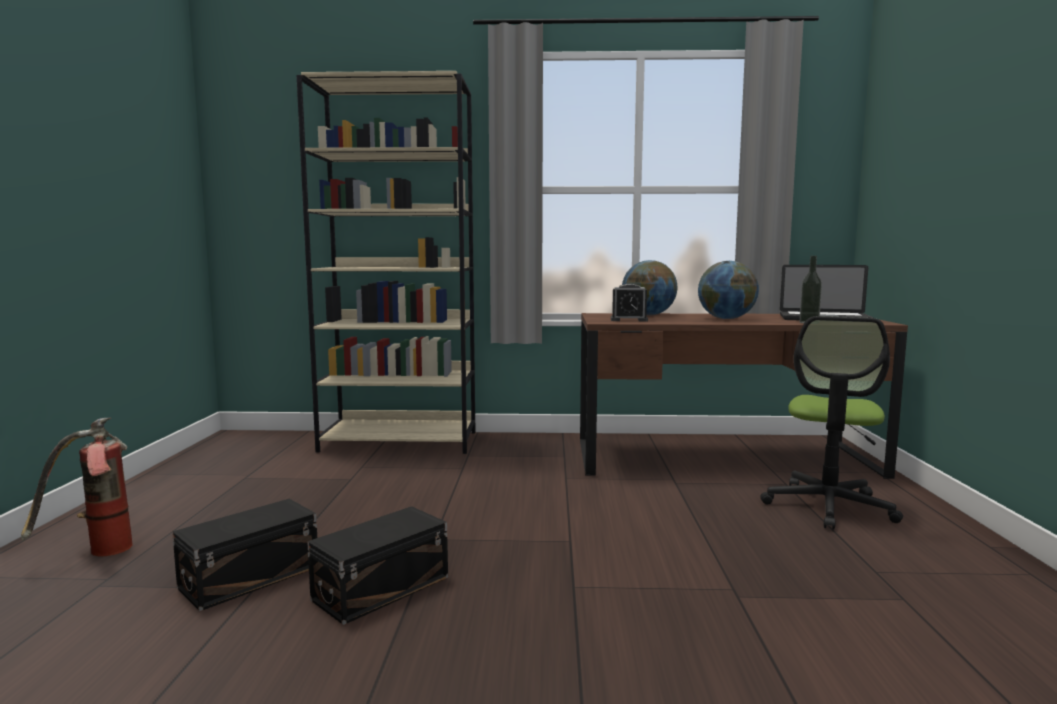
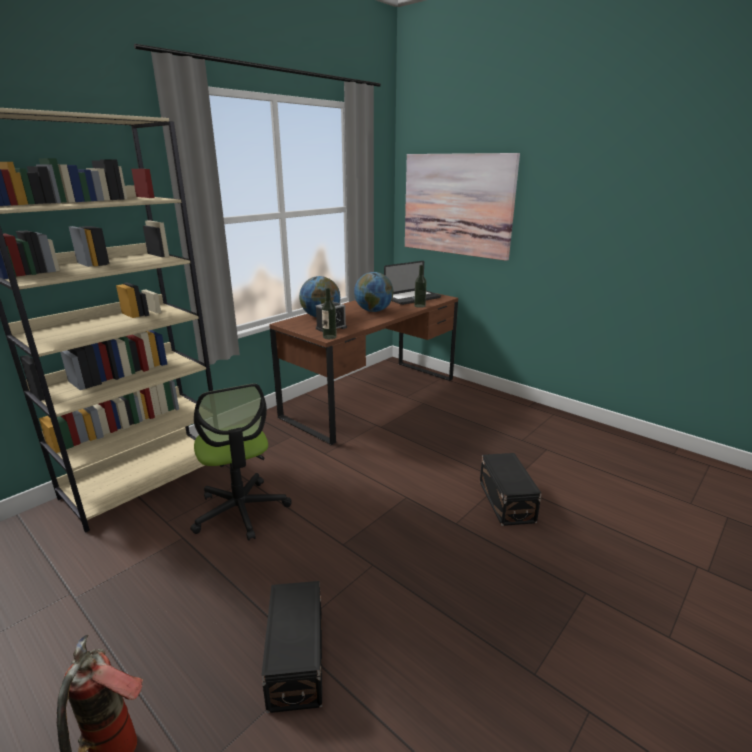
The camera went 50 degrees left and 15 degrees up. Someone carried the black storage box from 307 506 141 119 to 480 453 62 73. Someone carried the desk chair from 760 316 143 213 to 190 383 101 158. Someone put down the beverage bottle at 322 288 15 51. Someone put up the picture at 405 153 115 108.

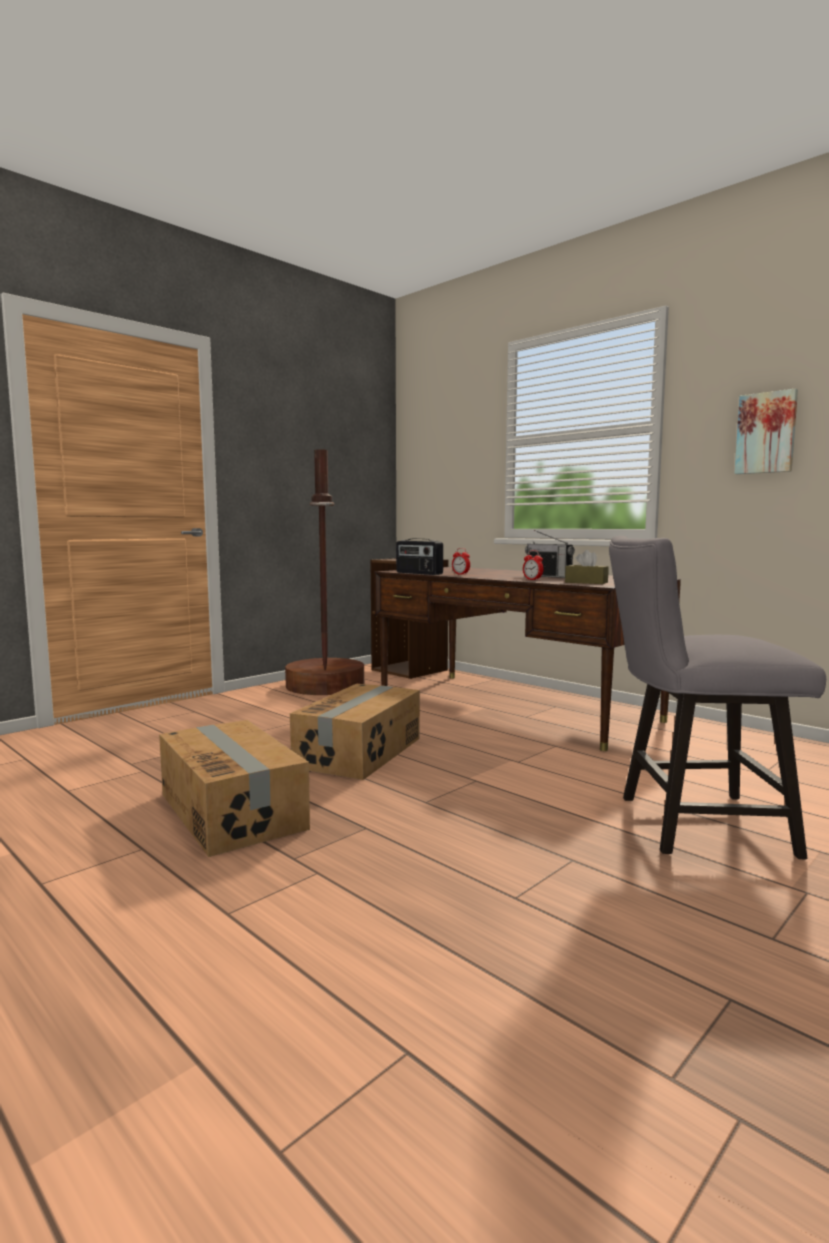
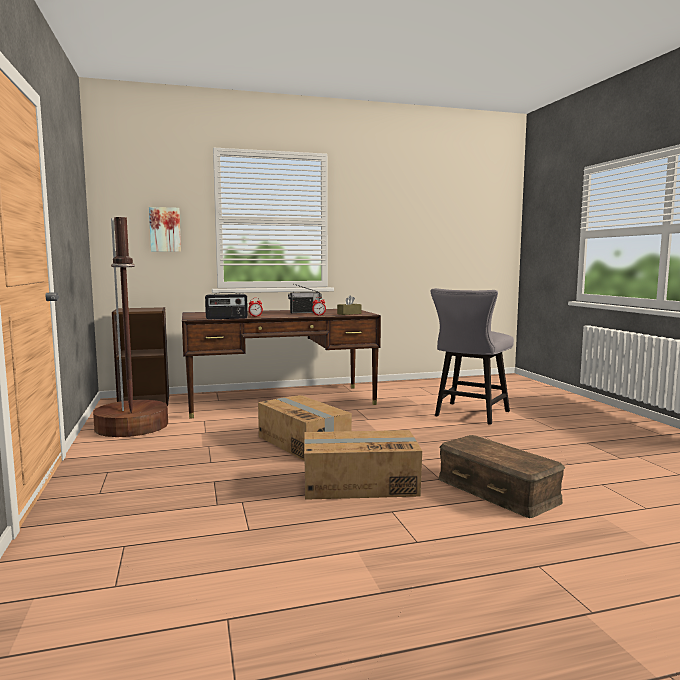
The camera went 60 degrees left and 0 degrees up. Someone carried the picture from 734 388 64 86 to 149 207 32 45. Someone put down the brownish storage box at 439 435 126 83.

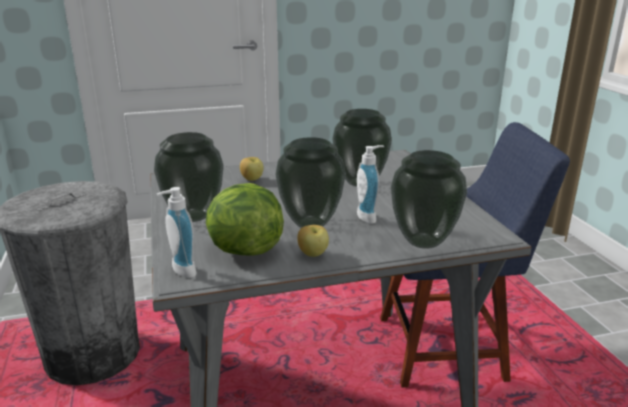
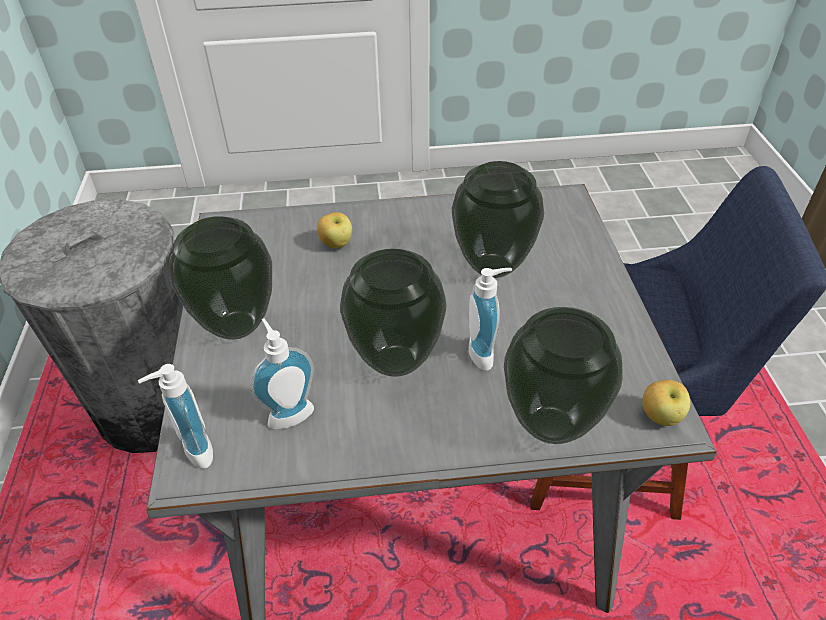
The camera went 10 degrees right and 20 degrees up. Someone swapped the head of lettuce at 206 183 78 73 for the soap dispenser at 250 318 64 112. Someone carried the apple from 297 225 32 32 to 643 380 47 46.

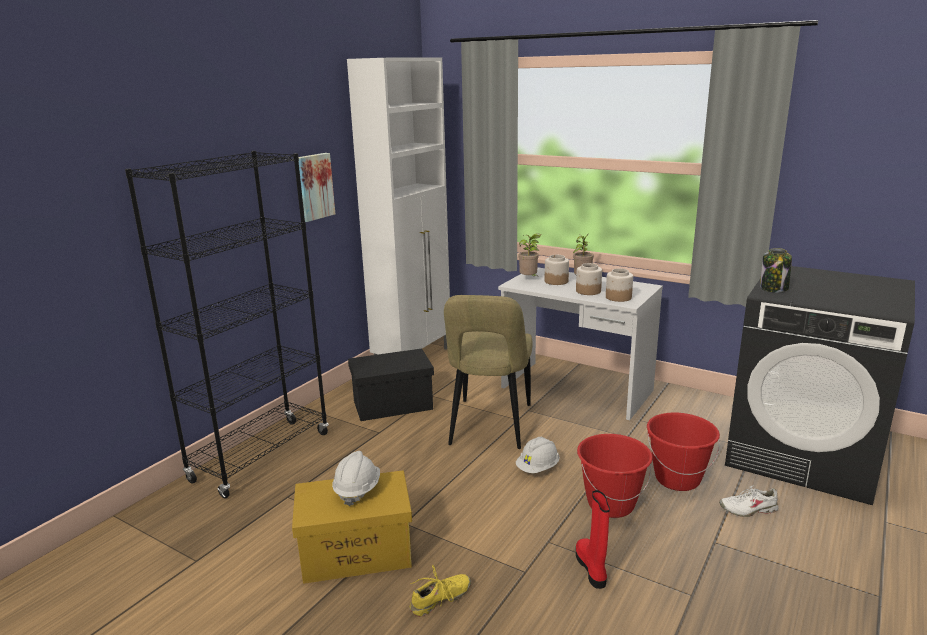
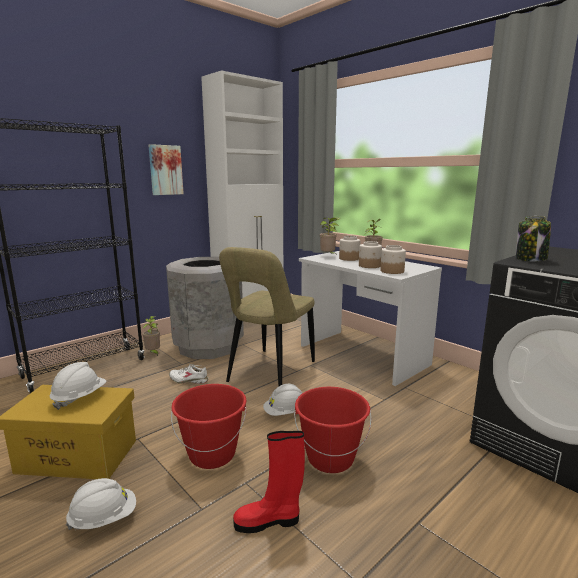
The camera went 15 degrees right and 5 degrees down. Someone swapped the black storage box at 348 349 86 72 for the grey trash can at 166 257 78 102. Someone swapped the yellow item of footwear at 410 565 61 52 for the white hard hat at 66 478 70 52. Someone rotated the red-coloured tall boot at 576 490 34 99 by 105 degrees counterclockwise. Someone carried the red-coloured bucket from 647 413 73 78 to 171 384 76 85. Someone carried the white item of footwear from 719 486 60 31 to 169 364 39 20. Someone put down the houseplant at 142 316 18 40.

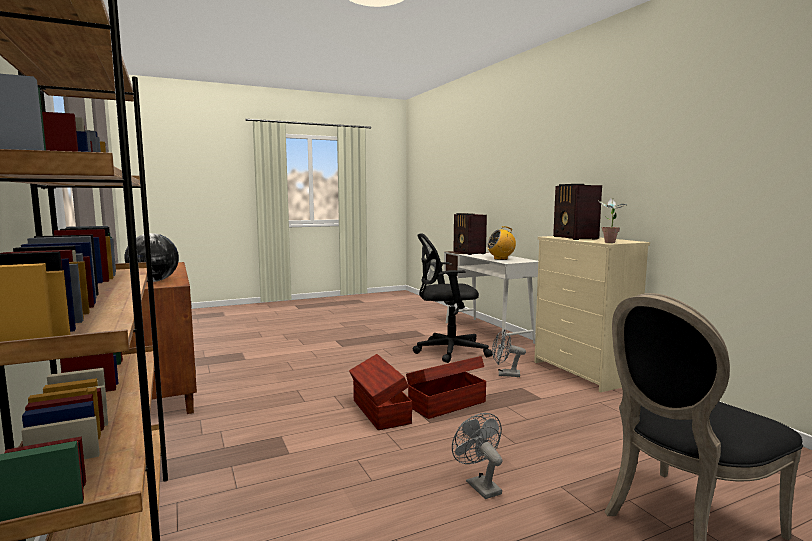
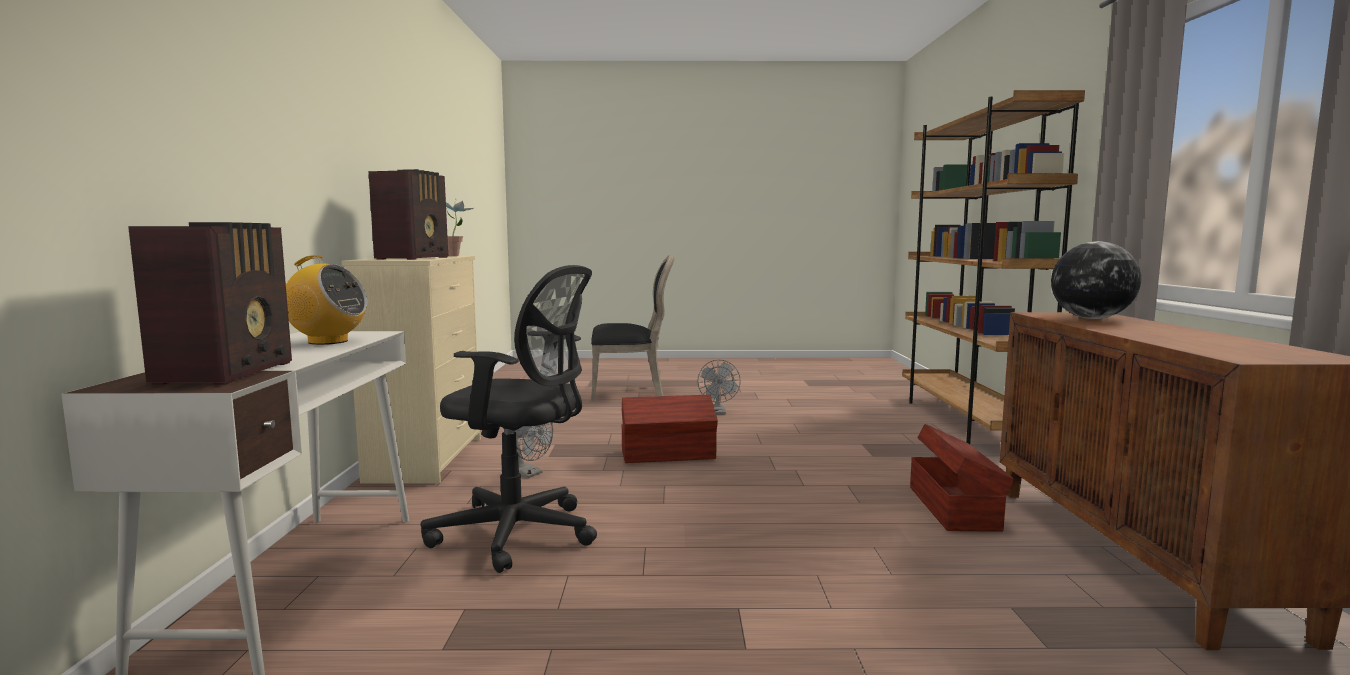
The camera went 155 degrees left and 0 degrees up. Someone carried the brownish storage box from 349 354 63 76 to 910 424 105 108.

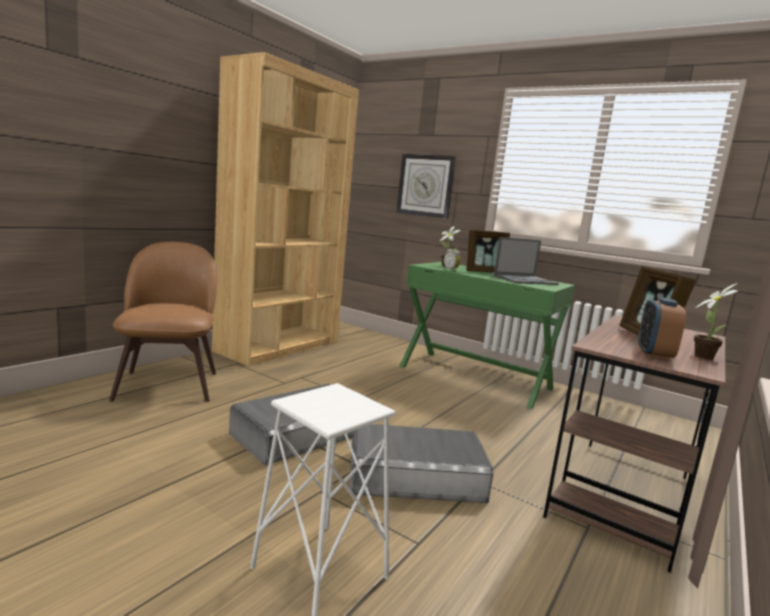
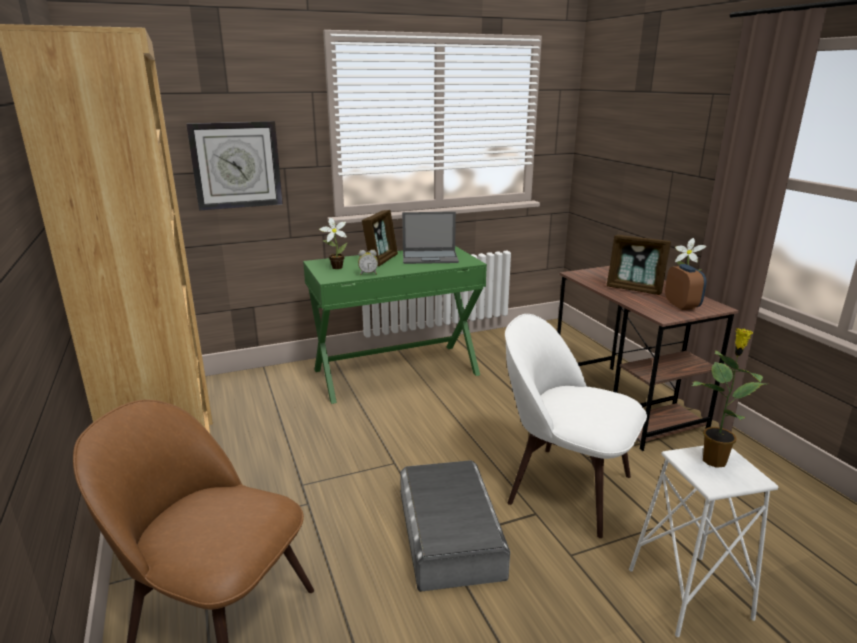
The camera went 55 degrees left and 10 degrees up. Someone swapped the grey storage box at 350 424 143 79 for the white plain chair at 505 314 142 224. Someone rotated the portable computer at 494 237 65 48 by 75 degrees clockwise. Someone rotated the alarm clock at 638 297 48 64 by 150 degrees counterclockwise. Someone put down the houseplant at 692 328 74 140.

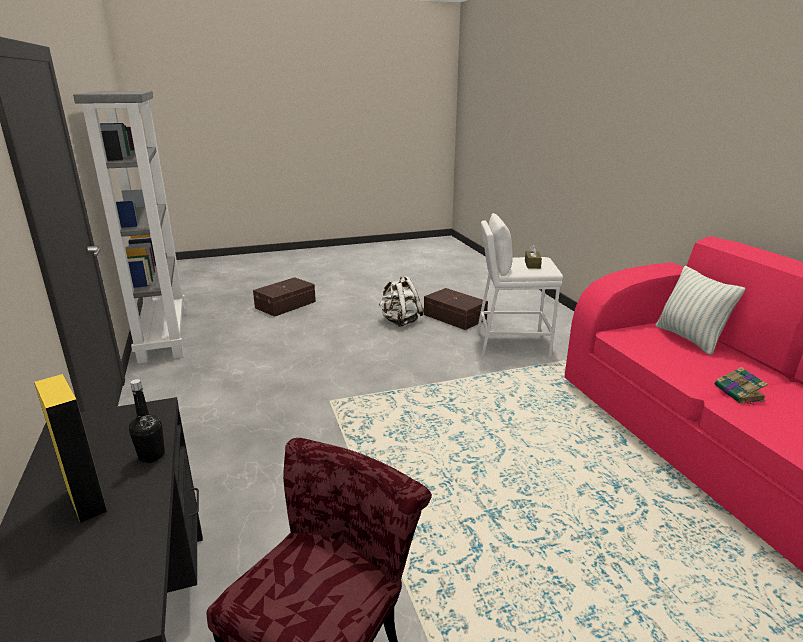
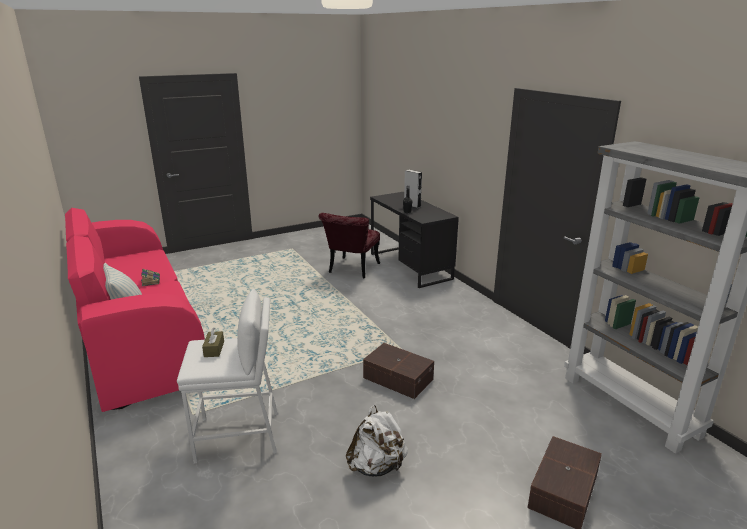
The camera went 170 degrees right and 0 degrees up. Someone repainted the yellow speaker at 34 374 74 150, which became the grey speaker at 404 170 18 38. Someone carried the brownish storage box from 424 288 64 42 to 363 343 71 56.

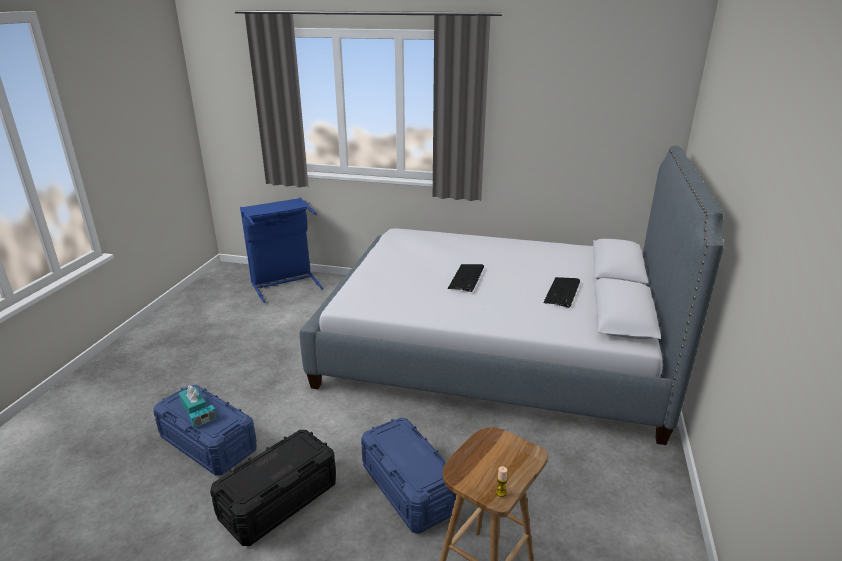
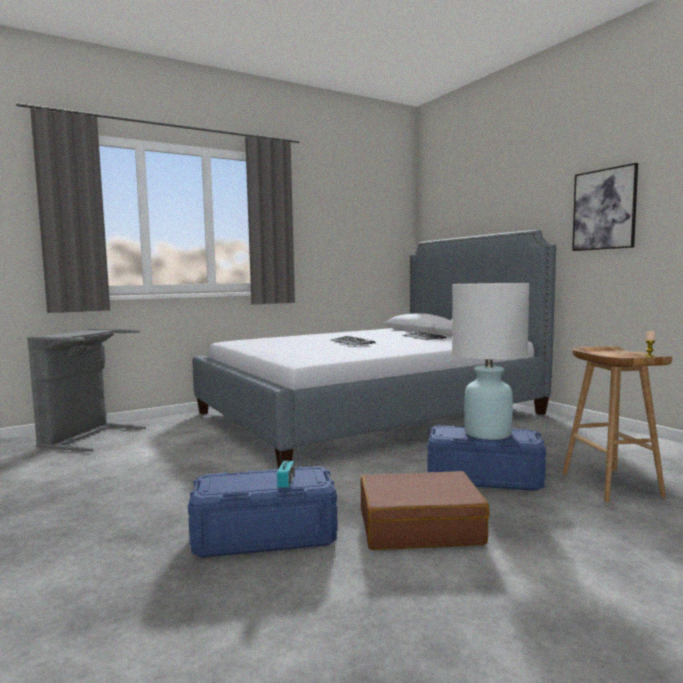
The camera went 45 degrees left and 20 degrees down. Someone took away the blue-green tissue box at 179 385 28 32. Someone swapped the black storage box at 210 430 126 116 for the brownish suitcase at 361 471 129 79. Someone repainted the blue laundry basket at 240 198 83 105, which became the grey laundry basket at 27 329 119 122. Someone put down the white lamp for a table at 452 283 78 157. Someone put up the picture at 572 163 66 88.

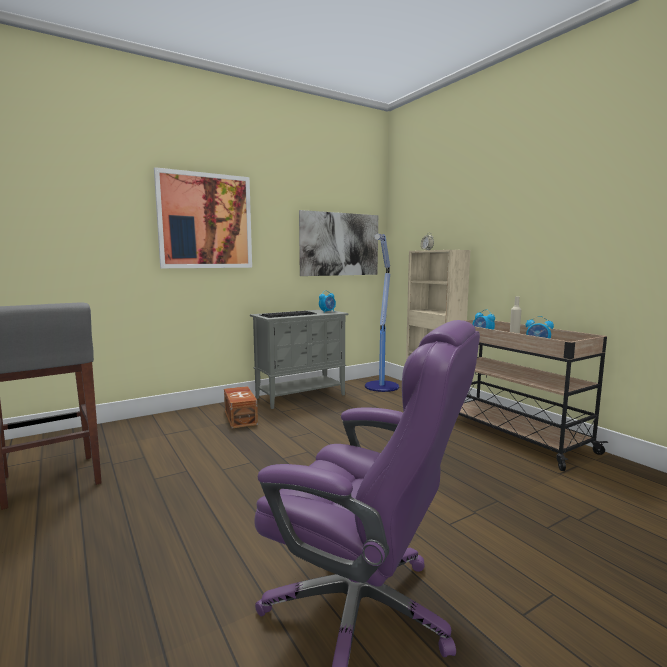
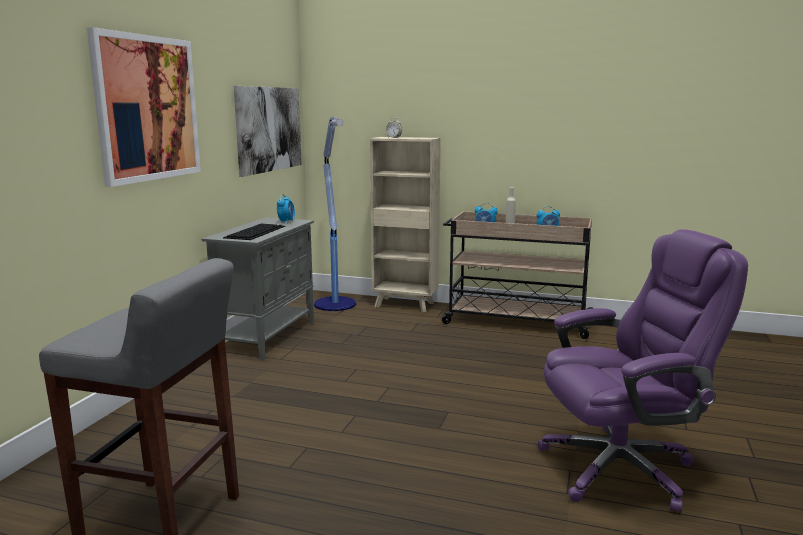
The camera went 40 degrees left and 5 degrees up. Someone took away the brownish storage box at 224 386 34 42.

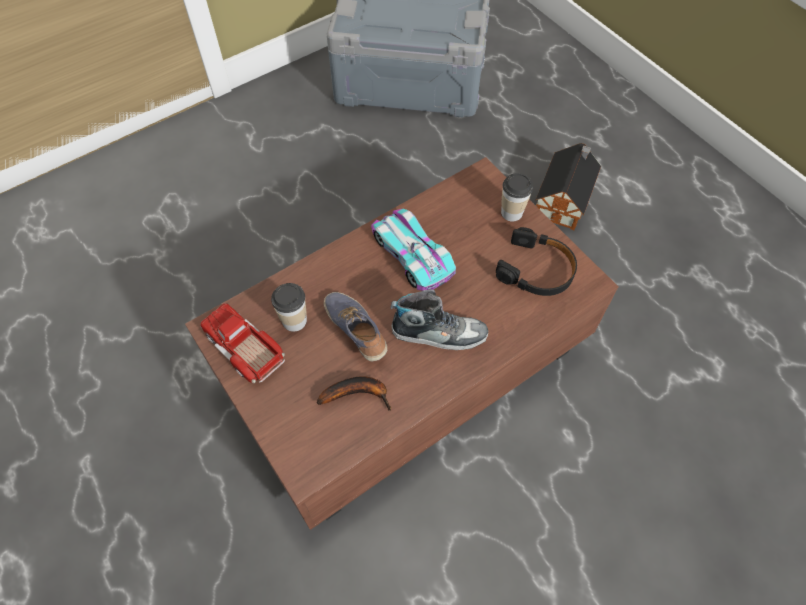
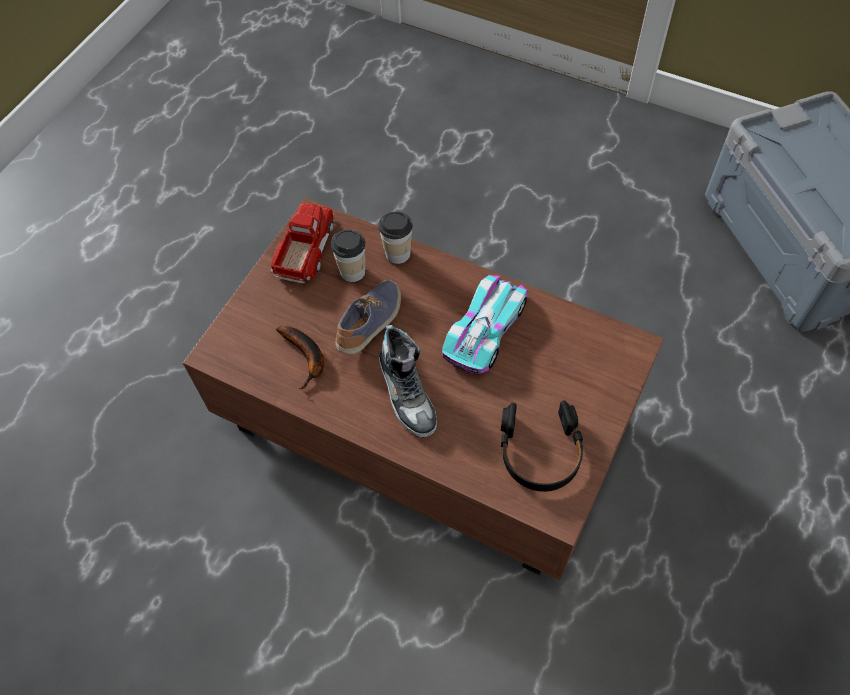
The camera went 65 degrees right and 0 degrees up. Someone carried the drinking cup from 501 173 32 48 to 379 211 34 53. Someone took away the toy house at 535 143 66 87.

